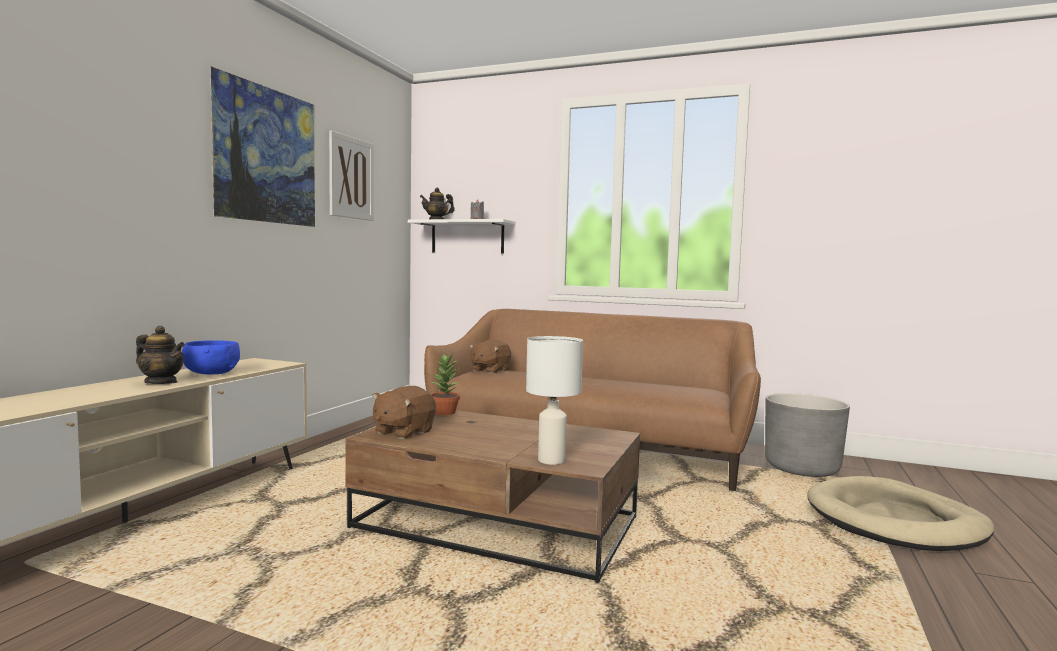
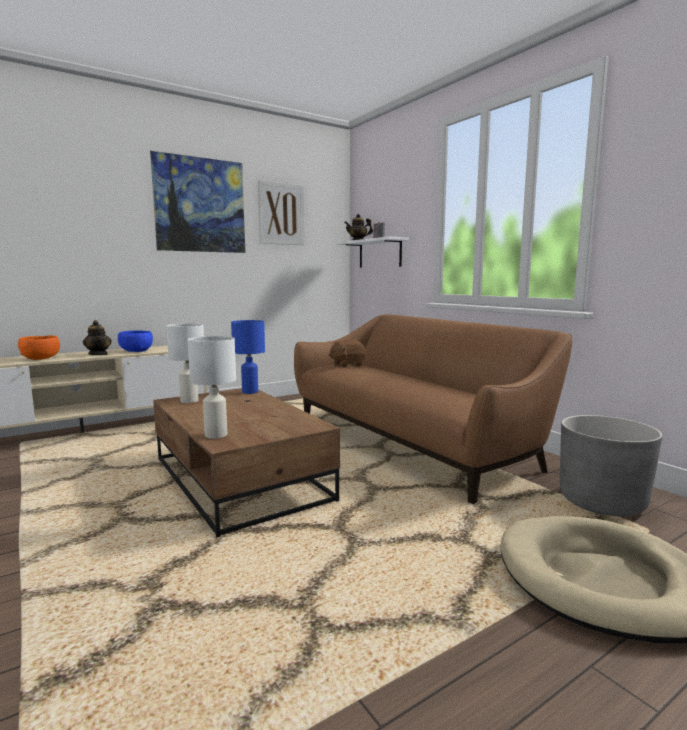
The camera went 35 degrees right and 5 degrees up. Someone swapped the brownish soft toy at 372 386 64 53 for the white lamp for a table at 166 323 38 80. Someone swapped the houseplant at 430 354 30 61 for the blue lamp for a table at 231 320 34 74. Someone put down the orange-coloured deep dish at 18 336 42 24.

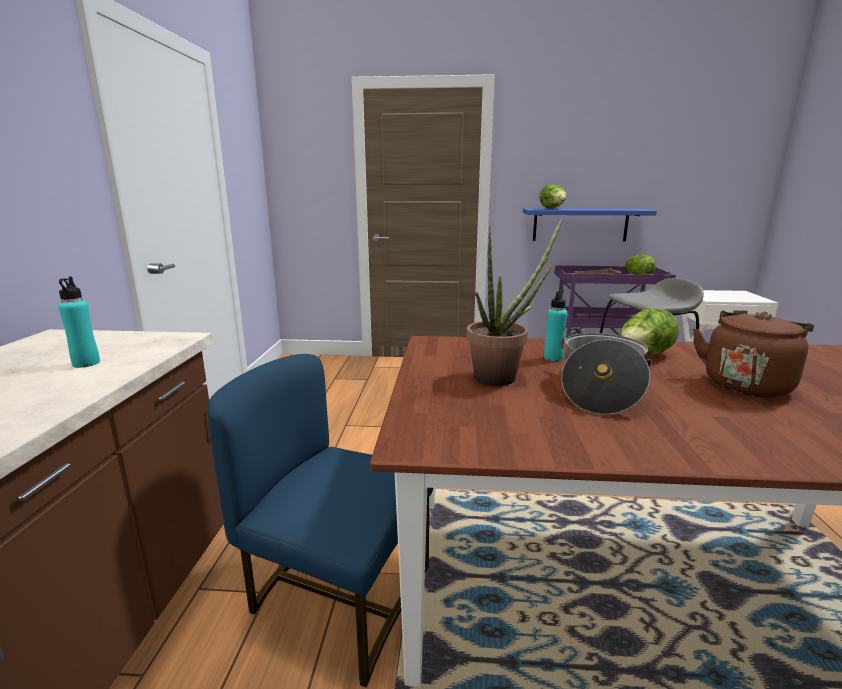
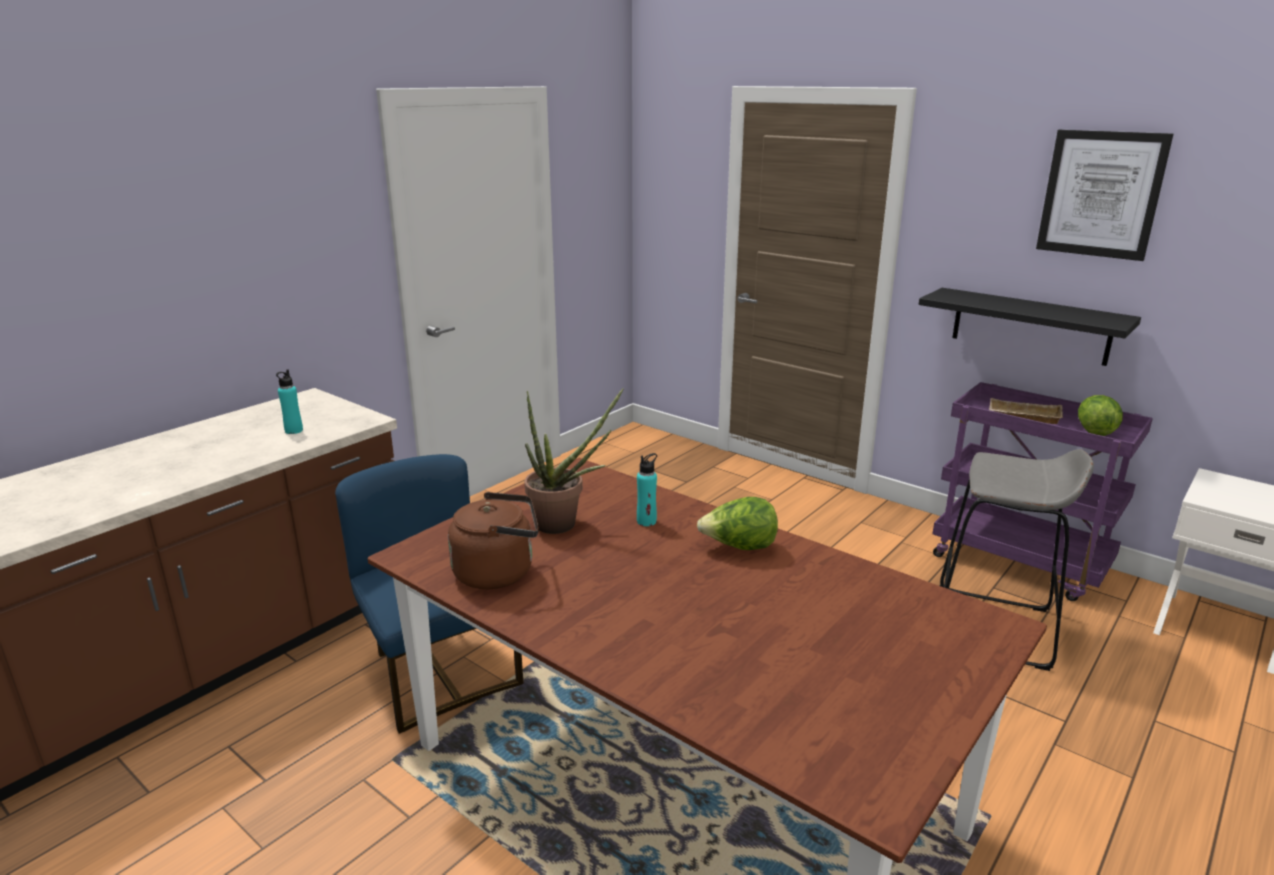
The camera went 35 degrees right and 5 degrees up. Someone repainted the blue shelf at 523 208 134 34, which became the black shelf at 919 288 222 78. Someone took away the head of lettuce at 540 184 27 25. Someone took away the stockpot at 561 328 91 87. Someone carried the brownish tea kettle from 693 311 121 86 to 448 492 91 97. Someone put up the picture at 1036 130 137 131.

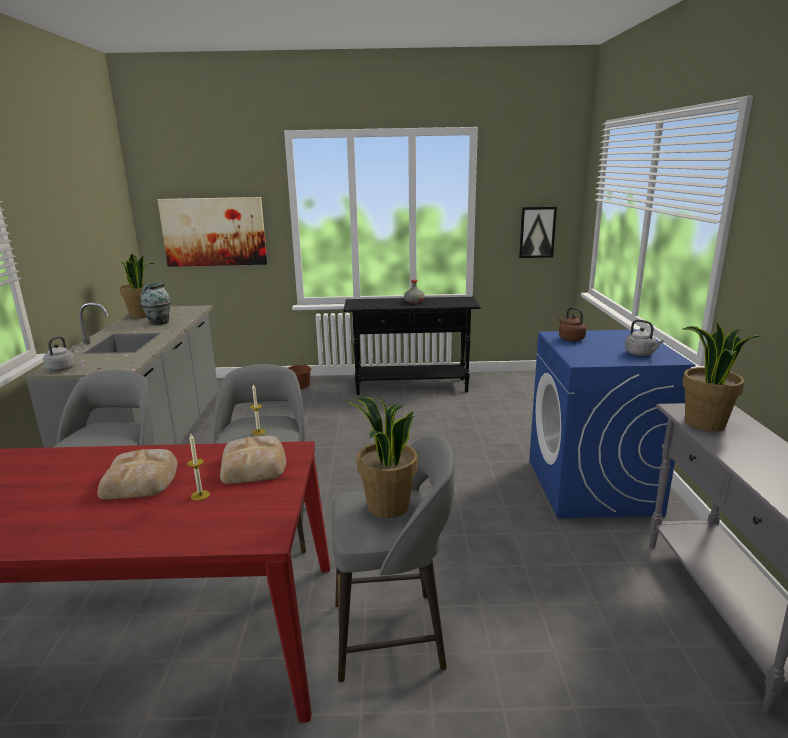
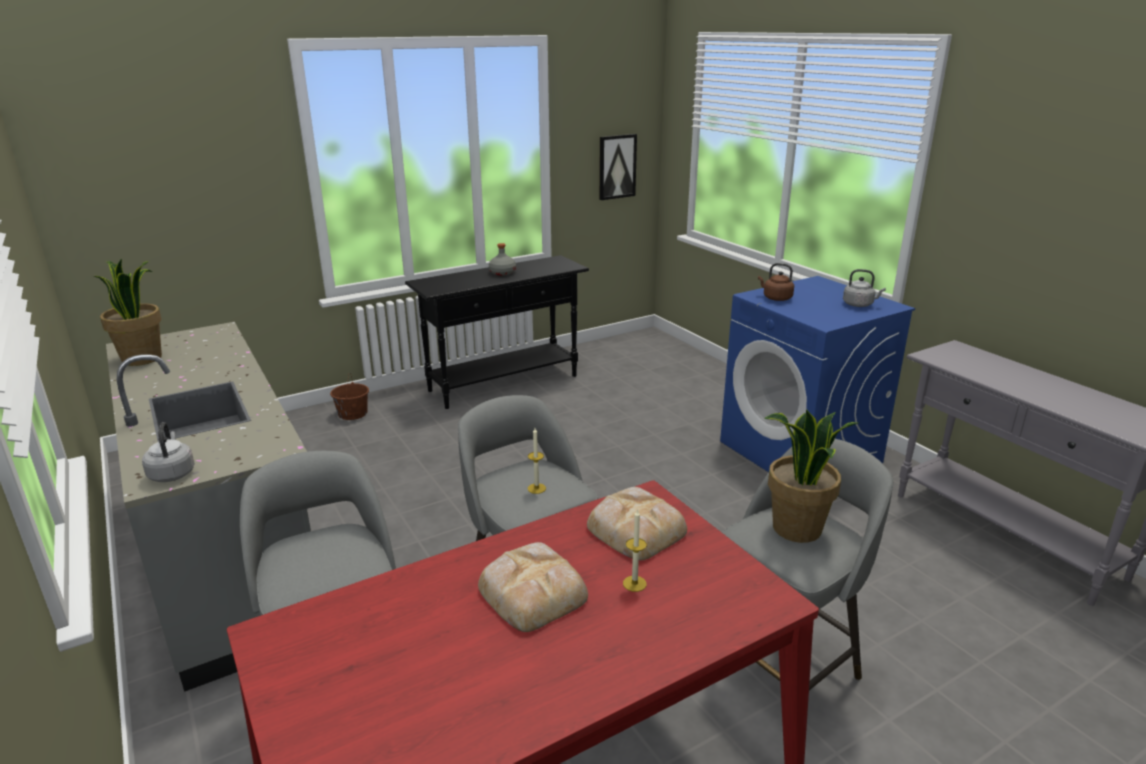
The camera went 30 degrees left and 5 degrees up. Someone took away the flower vase at 140 283 31 42. Someone took away the picture at 157 197 110 70. Someone took away the houseplant at 682 323 78 108.

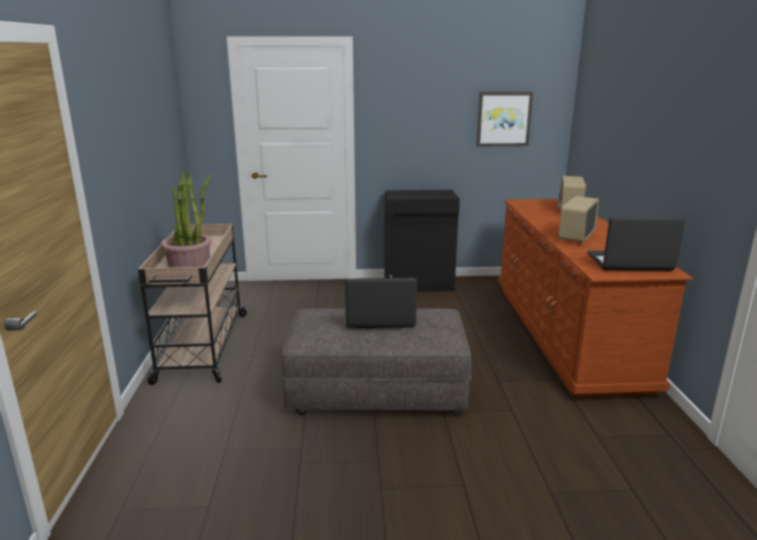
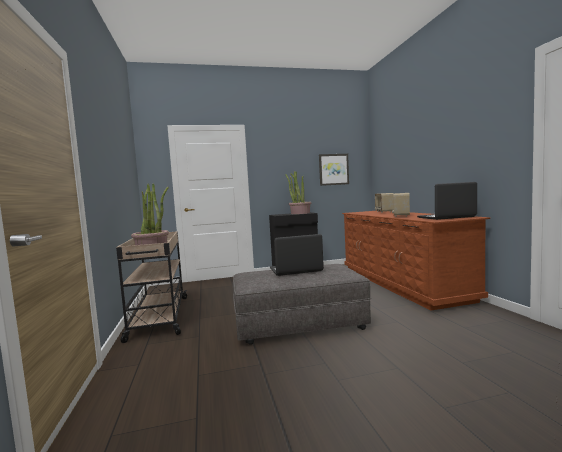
The camera went 10 degrees left and 15 degrees down. Someone put down the houseplant at 285 171 26 43.

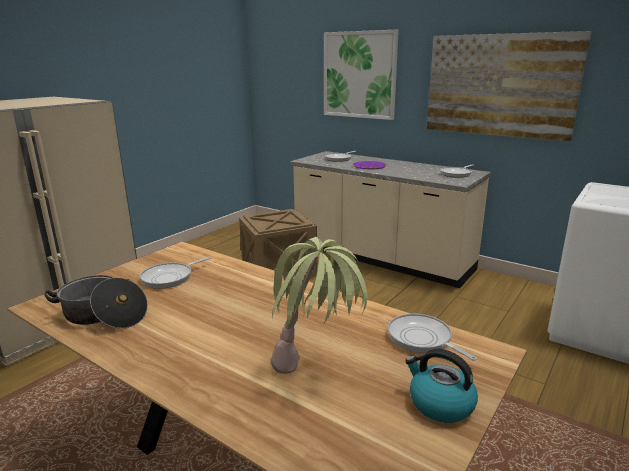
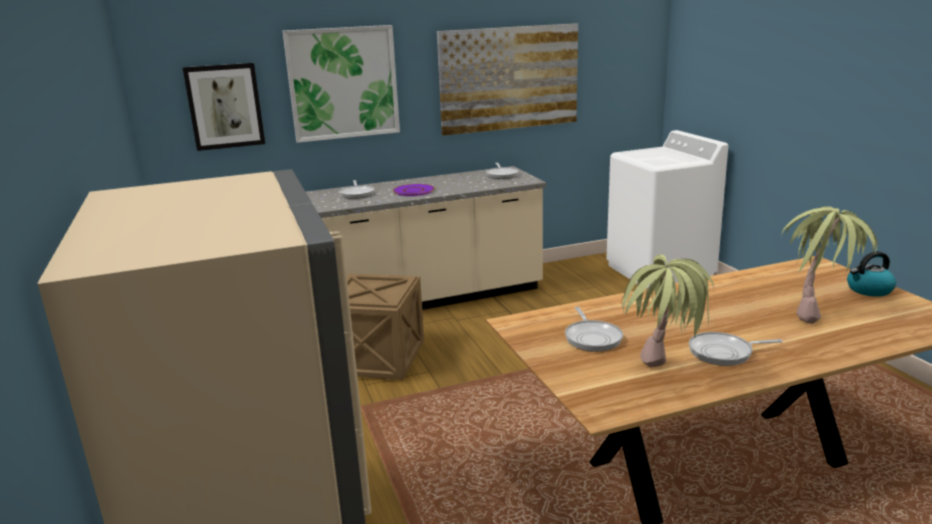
The camera went 55 degrees left and 0 degrees up. Someone swapped the stockpot at 44 275 104 53 for the houseplant at 621 255 93 112. Someone carried the frying pan from 388 314 89 47 to 689 332 94 34. Someone put up the picture at 183 63 82 88.

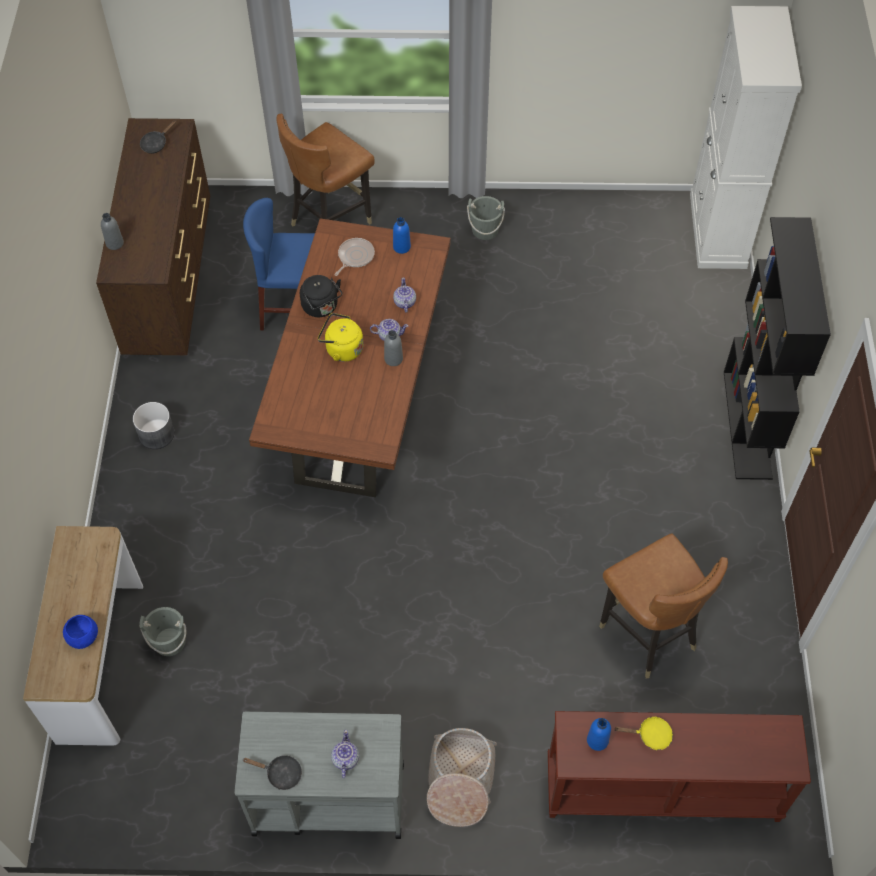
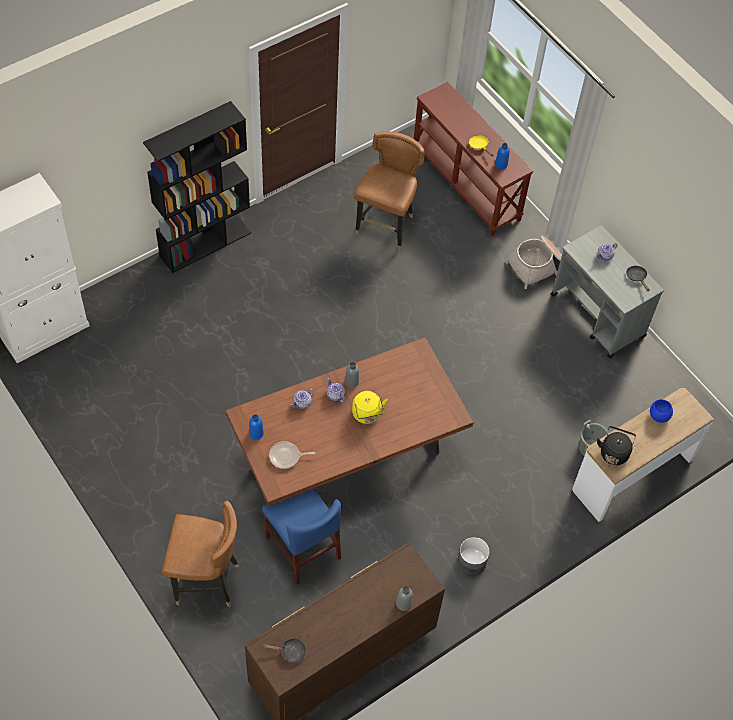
The camera went 130 degrees left and 0 degrees up. Someone carried the black tea kettle from 300 275 42 42 to 597 426 39 39. Someone took away the grey bucket at 467 196 38 44.

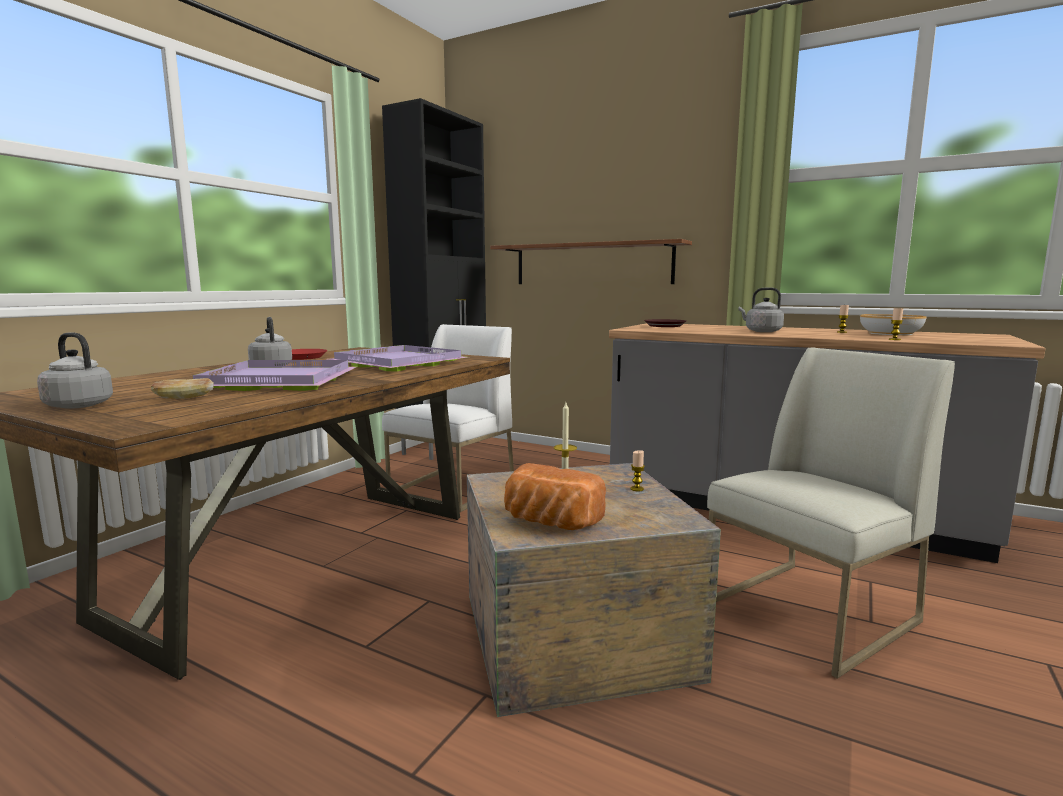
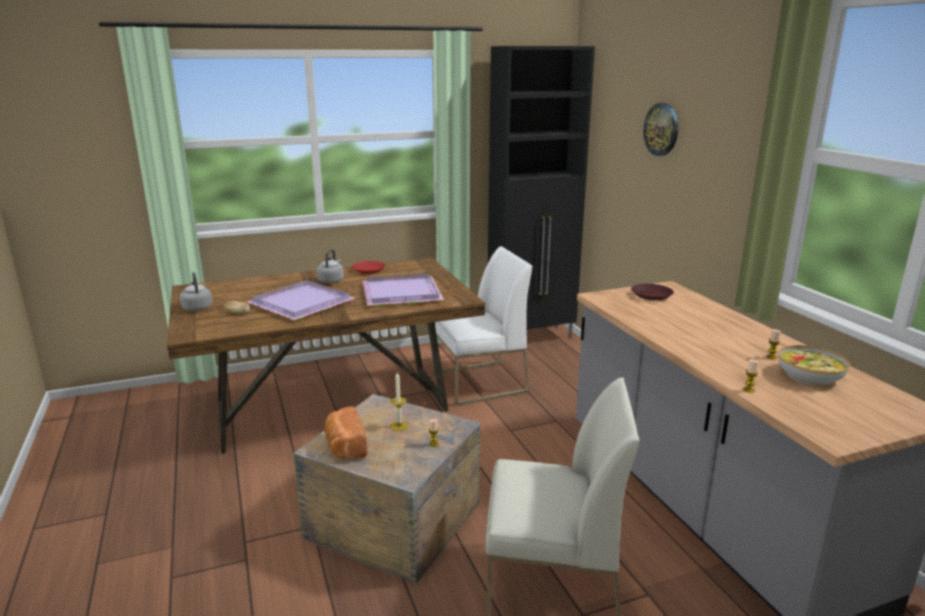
The camera went 40 degrees right and 10 degrees up. Someone took away the shelf at 490 239 202 45. Someone took away the grey tea kettle at 738 287 46 45. Someone put up the wall clock at 643 103 35 53.

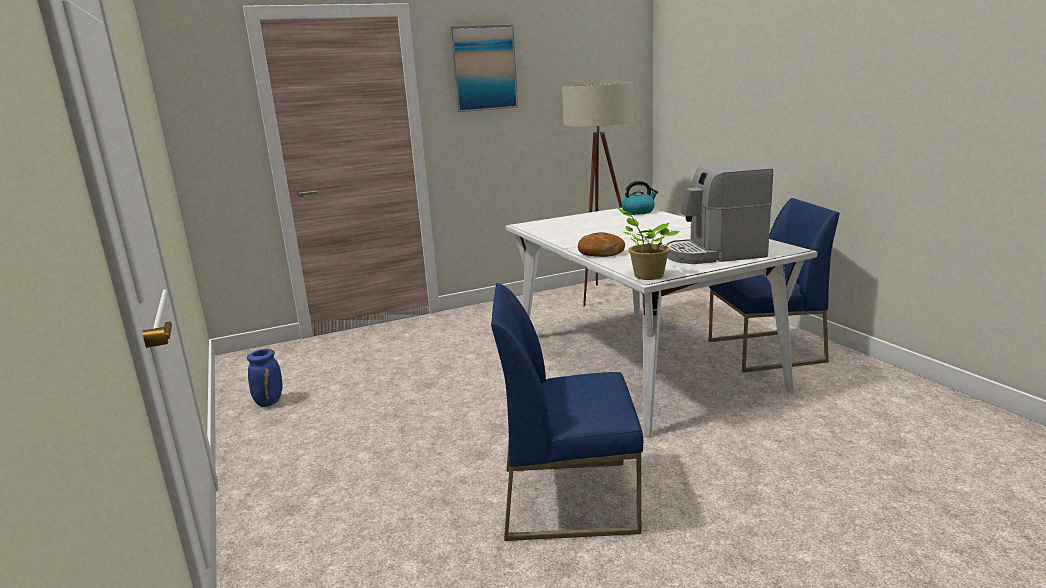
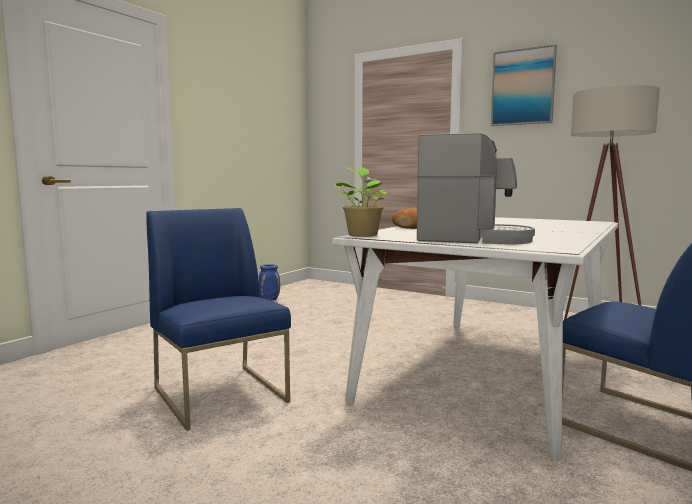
The camera went 55 degrees right and 10 degrees down. Someone took away the tea kettle at 622 181 36 34. Someone rotated the coffee brewer at 665 162 108 102 by 150 degrees clockwise.

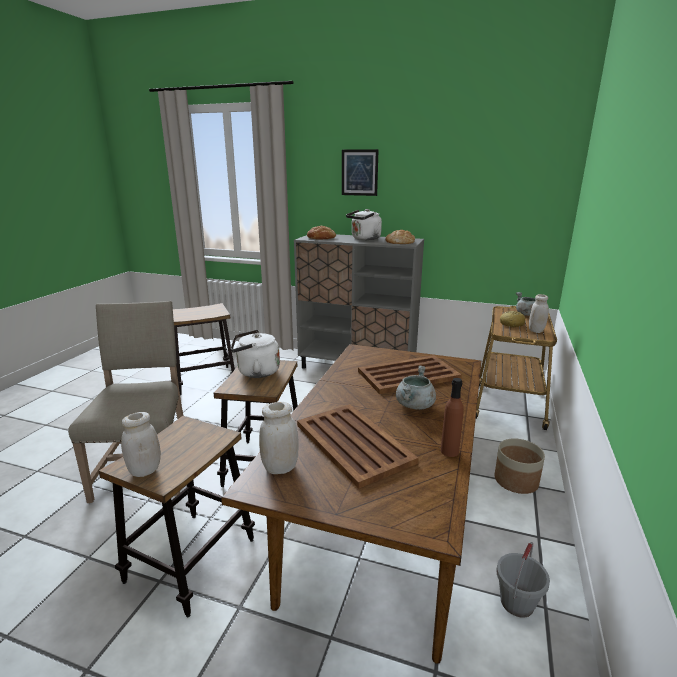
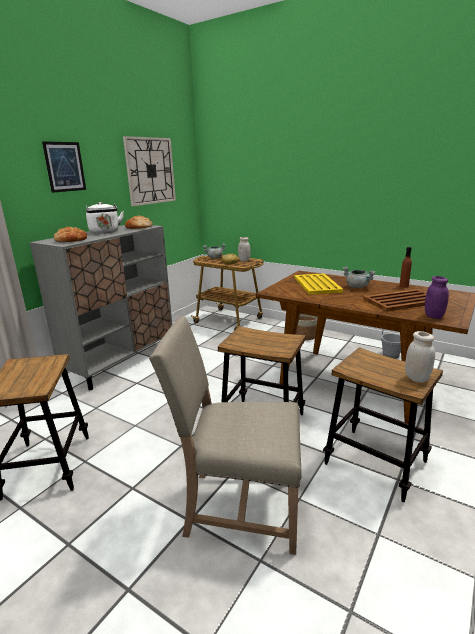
The camera went 75 degrees left and 0 degrees up. Someone took away the white tea kettle at 231 330 49 48. Someone repainted the white jar at 259 402 39 72, which became the purple jar at 425 276 24 43. Someone repainted the brownish serving tray at 358 355 104 39, which became the yellow serving tray at 294 273 49 22. Someone put up the wall clock at 123 136 53 70.

